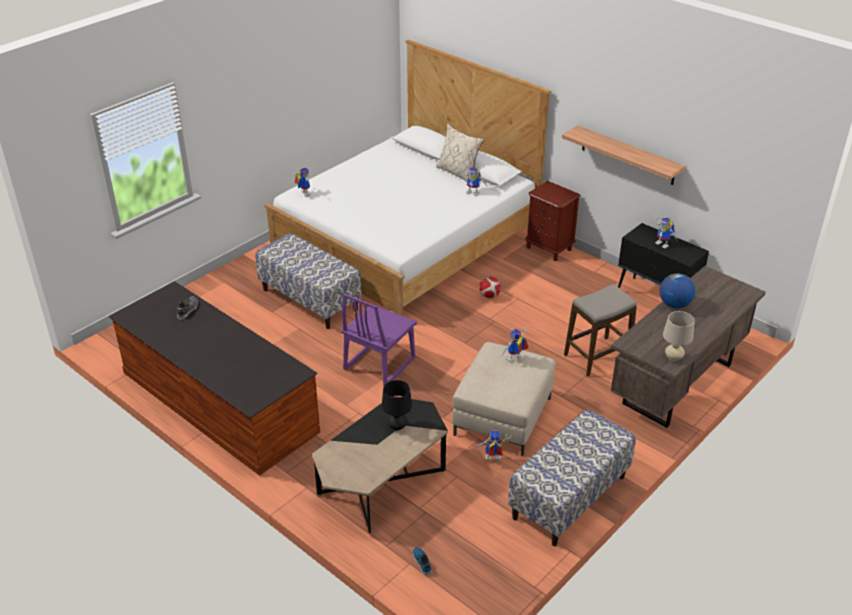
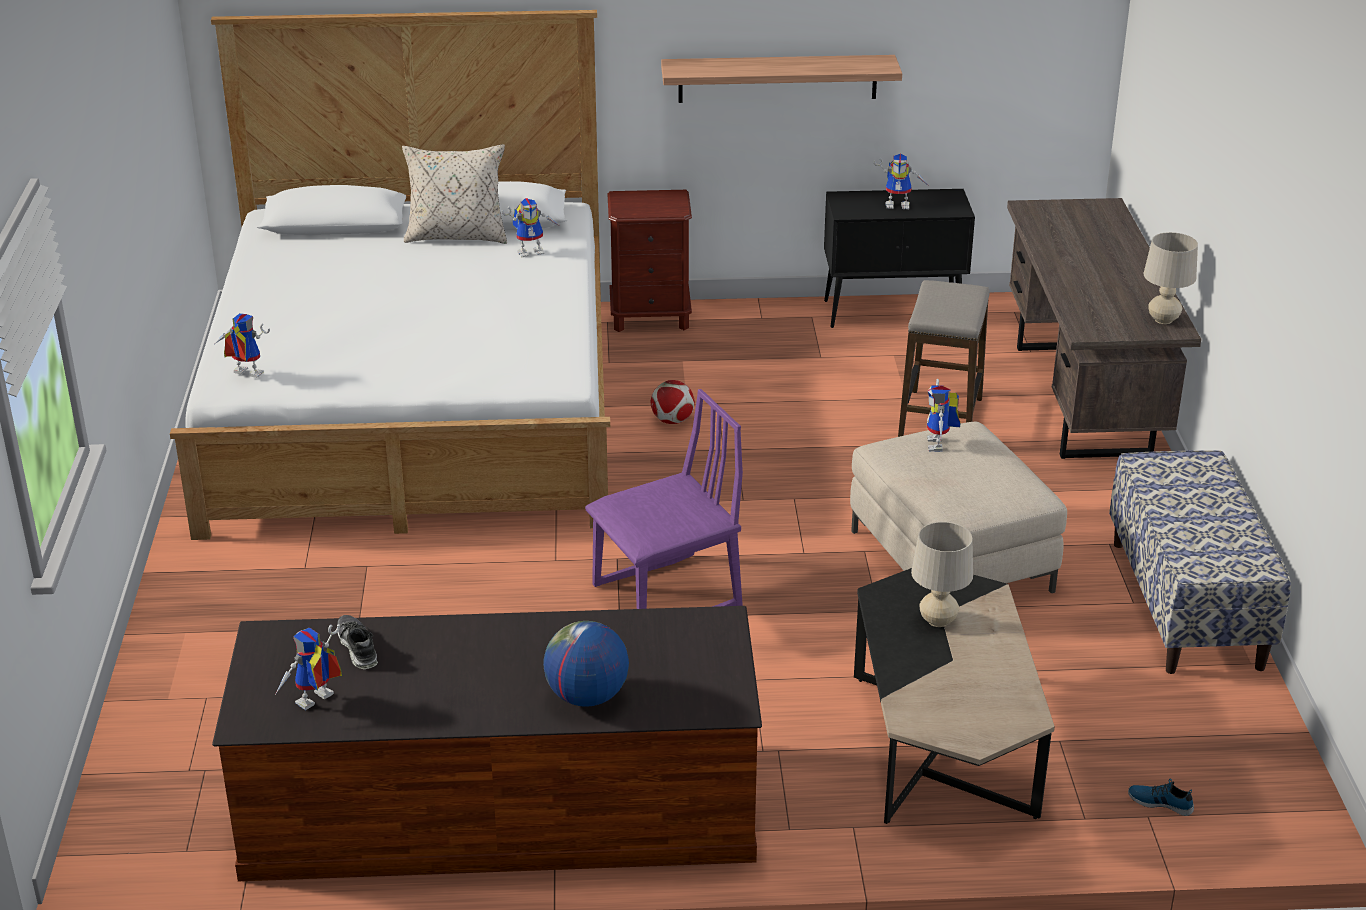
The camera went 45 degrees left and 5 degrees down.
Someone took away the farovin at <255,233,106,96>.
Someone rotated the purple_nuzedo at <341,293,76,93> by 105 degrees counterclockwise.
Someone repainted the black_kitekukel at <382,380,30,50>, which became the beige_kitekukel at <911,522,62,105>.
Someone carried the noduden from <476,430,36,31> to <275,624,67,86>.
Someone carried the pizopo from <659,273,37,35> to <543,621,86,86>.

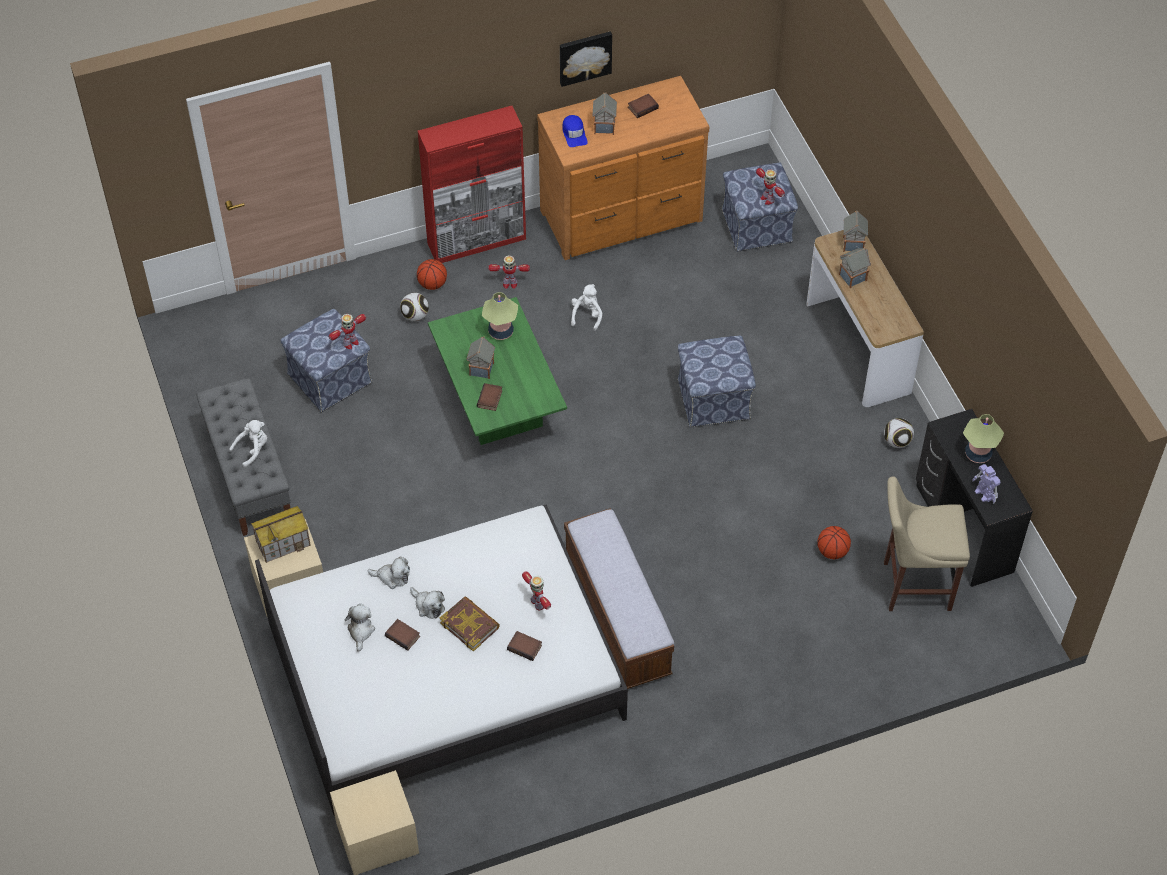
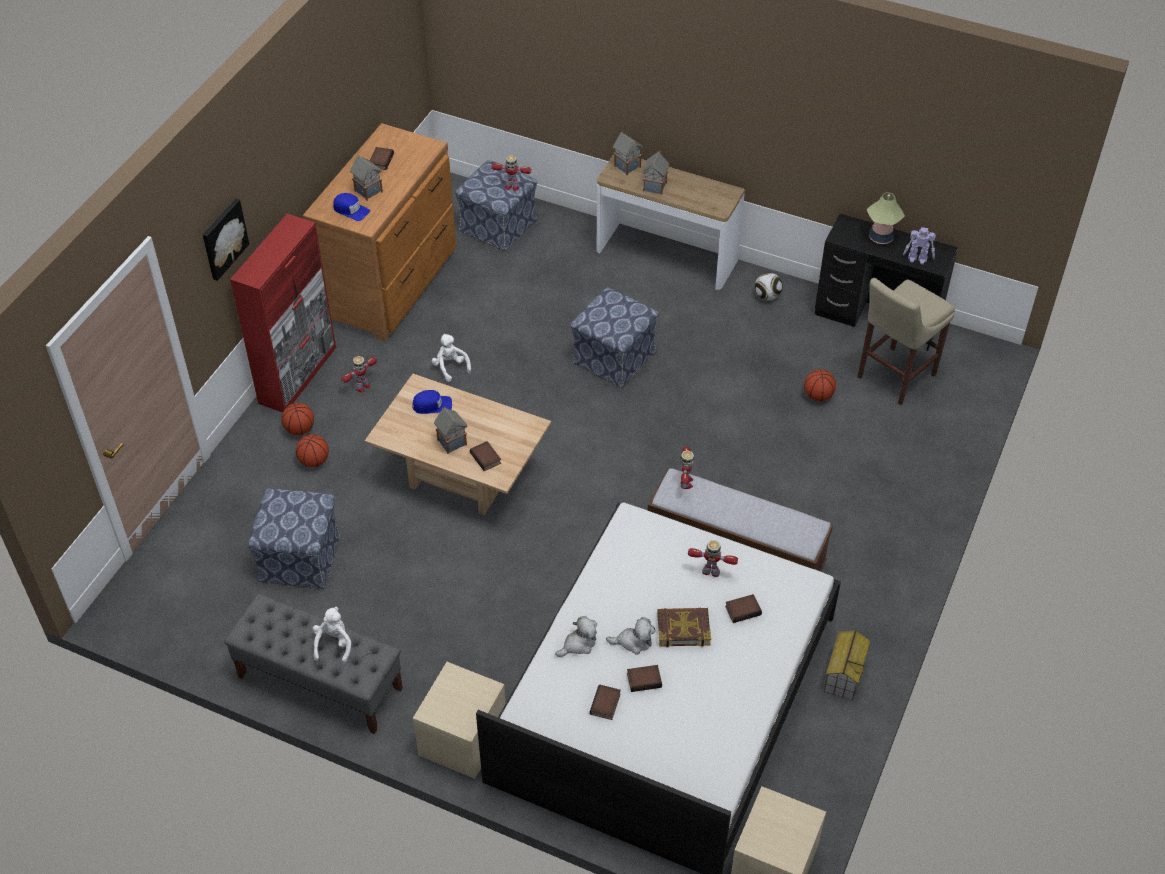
The camera went 45 degrees left and 5 degrees down.
Someone carried the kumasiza from <251,506,60,57> to <824,629,46,71>.
Someone carried the noduden from <329,314,37,35> to <680,446,14,43>.
Someone swapped the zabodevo at <345,604,30,47> for the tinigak at <590,684,31,36>.
Someone swapped the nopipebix at <400,293,29,28> for the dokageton at <296,434,33,33>.
Someone repainted the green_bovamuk at <428,297,139,148>, which became the beige_bovamuk at <365,374,186,141>.
Someone swapped the kitekukel at <482,292,36,48> for the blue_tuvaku at <412,390,40,24>.
Someone carried the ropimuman from <560,31,52,56> to <203,199,46,82>.

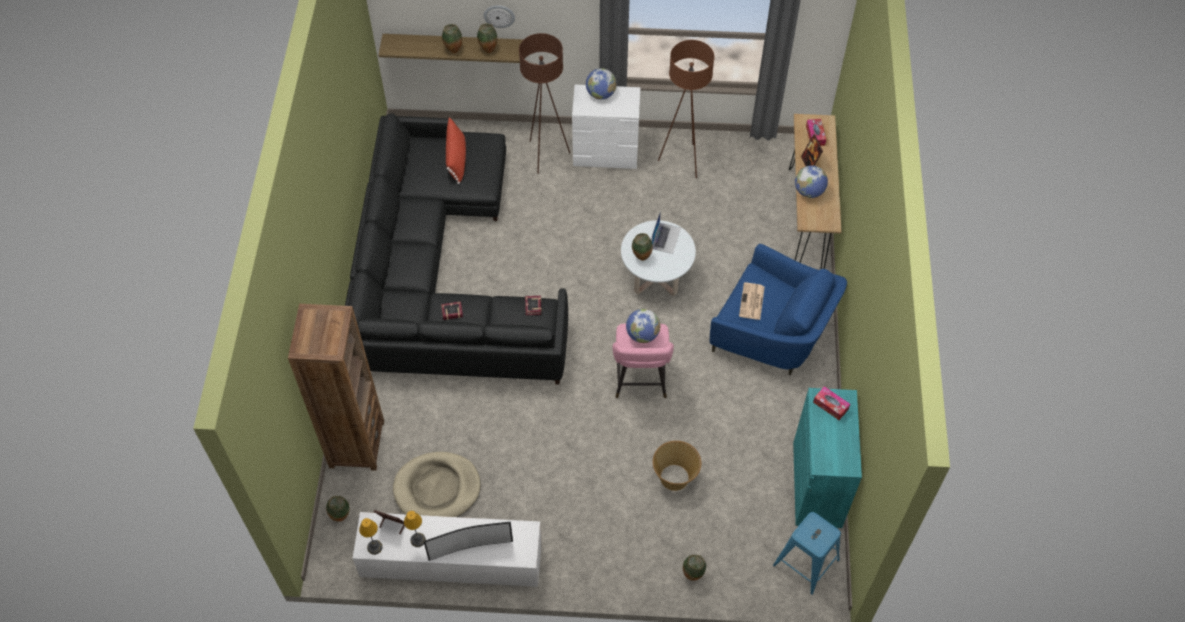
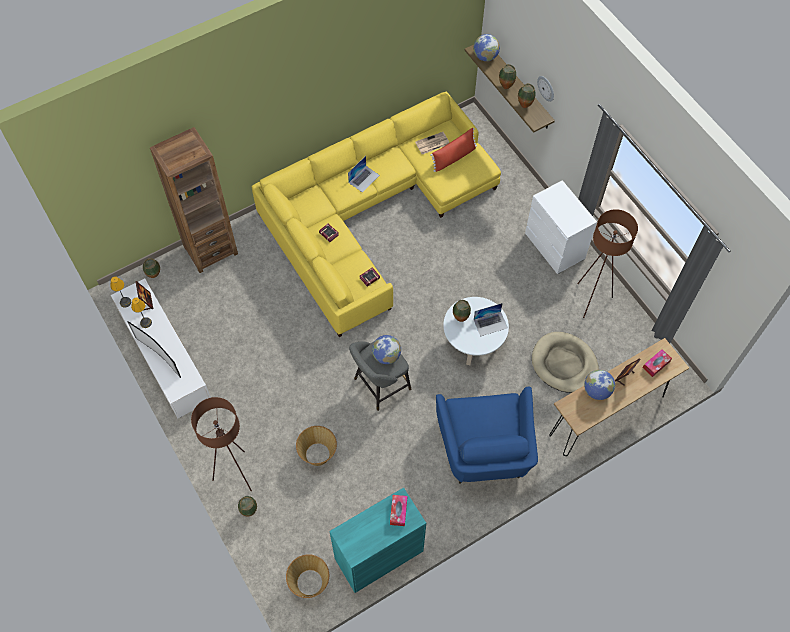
The camera went 55 degrees right and 5 degrees up.
Someone repainted the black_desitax at <345,113,223,272>, which became the yellow_desitax at <252,92,249,245>.
Someone carried the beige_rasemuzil from <393,452,88,65> to <532,332,67,61>.
Someone carried the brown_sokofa from <519,33,51,141> to <191,397,61,94>.
Someone carried the pizopo from <586,68,31,32> to <473,34,27,27>.
Someone repainted the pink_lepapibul at <612,323,62,75>, which became the grey_lepapibul at <349,341,62,70>.
Someone carried the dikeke from <739,282,26,38> to <415,132,34,22>.
Someone swapped the blue_lepapibul at <773,512,68,83> for the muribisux at <286,554,43,44>.
Someone put down the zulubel at <348,156,32,37>.

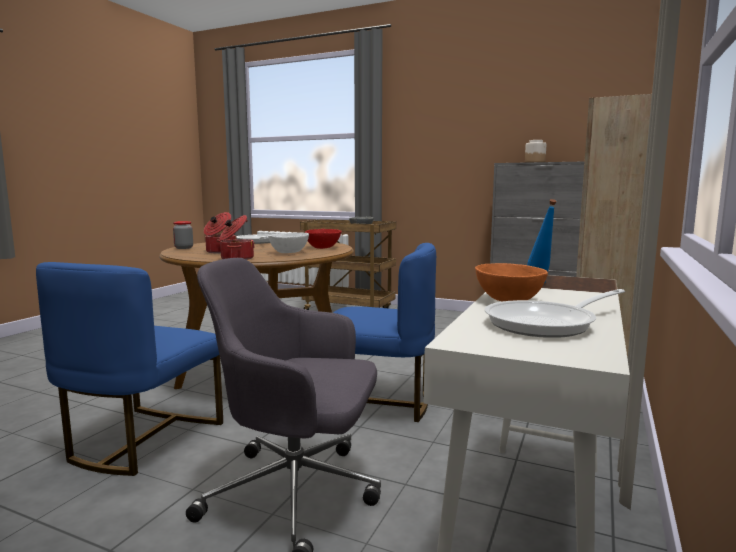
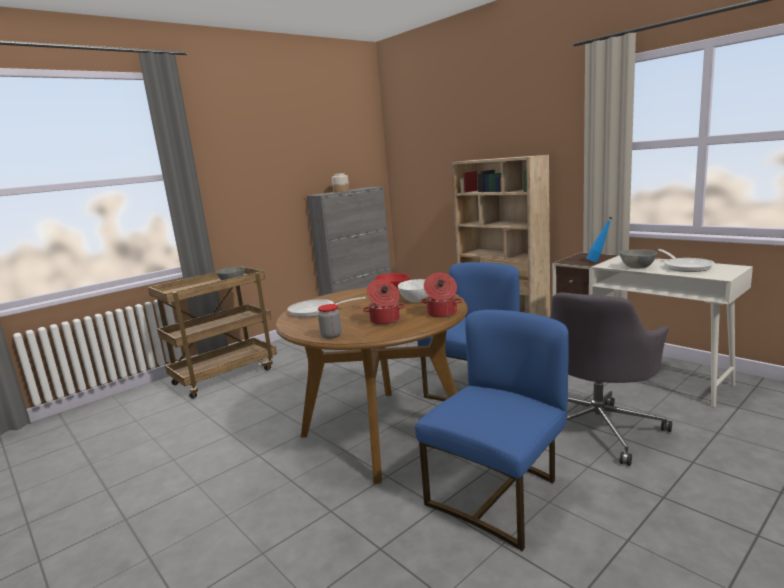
The camera went 65 degrees left and 5 degrees up.
Someone rotated the blue_nuzedo at <36,262,187,214> by 90 degrees counterclockwise.
Someone repainted the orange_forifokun at <475,263,73,38>, which became the grey_forifokun at <620,249,37,19>.

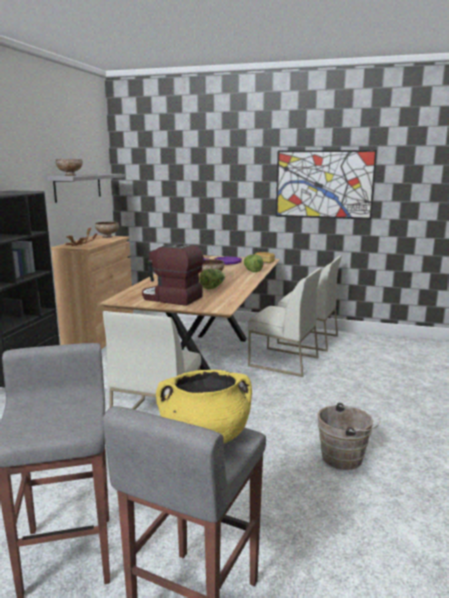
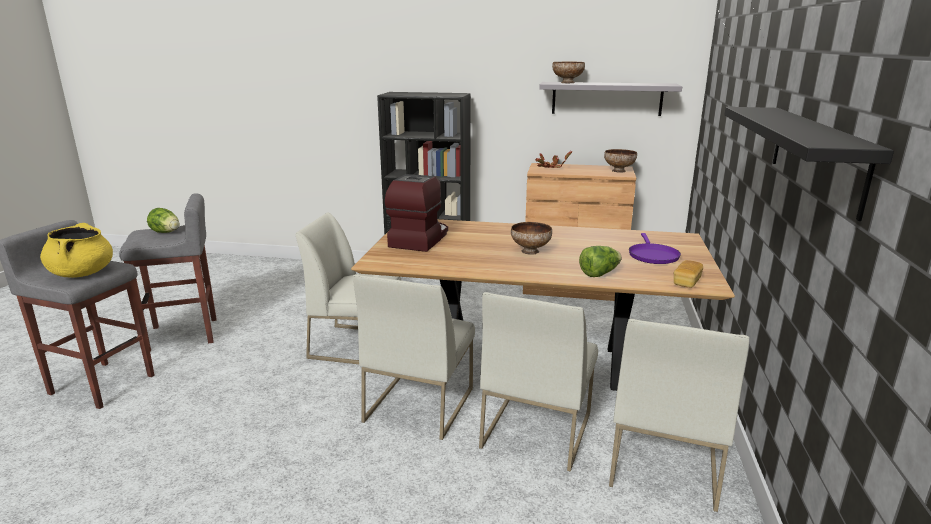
The camera went 85 degrees right and 5 degrees up.
Someone carried the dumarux from <199,269,26,20> to <147,208,32,25>.
Someone swapped the ropimuman at <276,150,101,69> for the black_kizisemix at <724,107,170,114>.
Someone took away the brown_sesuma at <318,403,62,67>.
Someone put down the white_nuzedo at <353,275,122,165>.

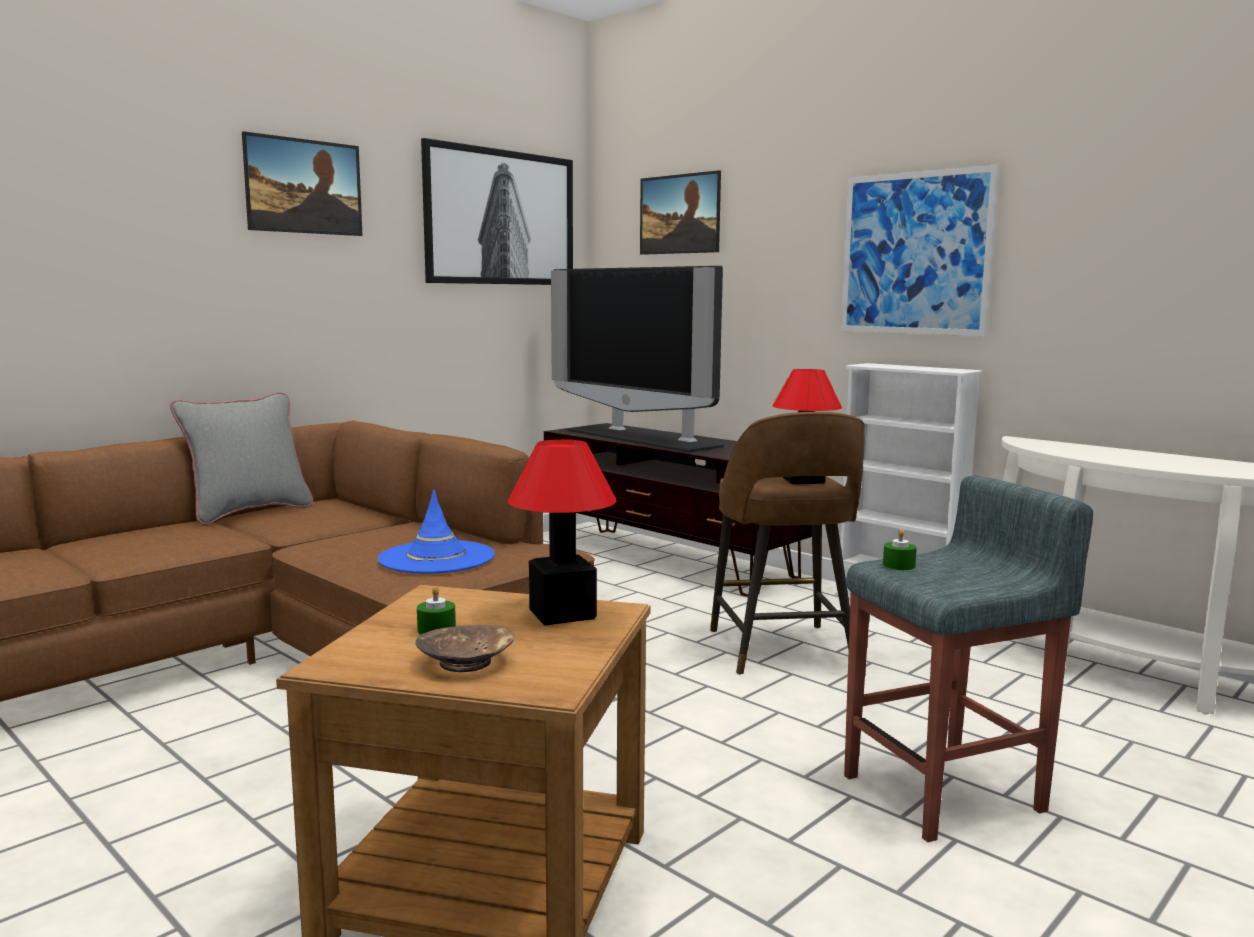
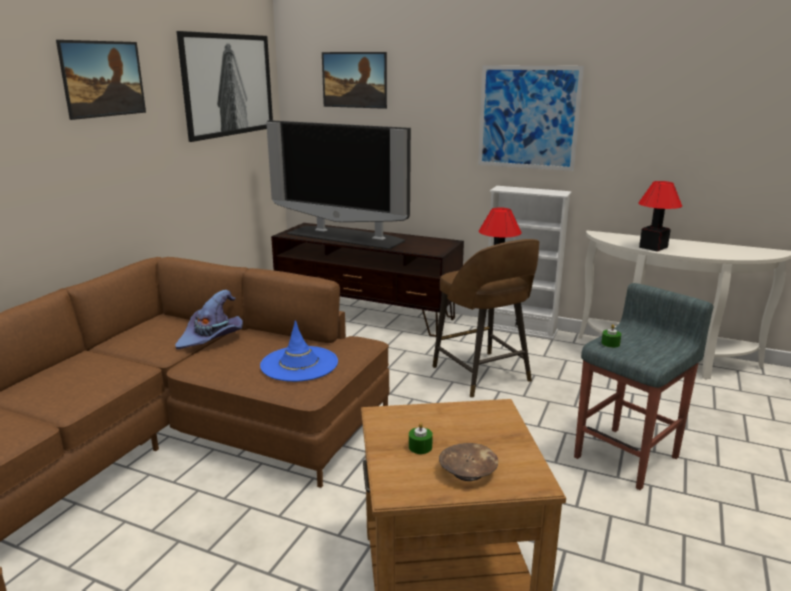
The camera went 20 degrees left and 10 degrees up.
Someone took away the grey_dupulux at <170,392,143,133>.
Someone carried the kitekukel from <508,439,109,187> to <638,181,44,71>.
Someone put down the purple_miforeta at <175,290,68,59>.

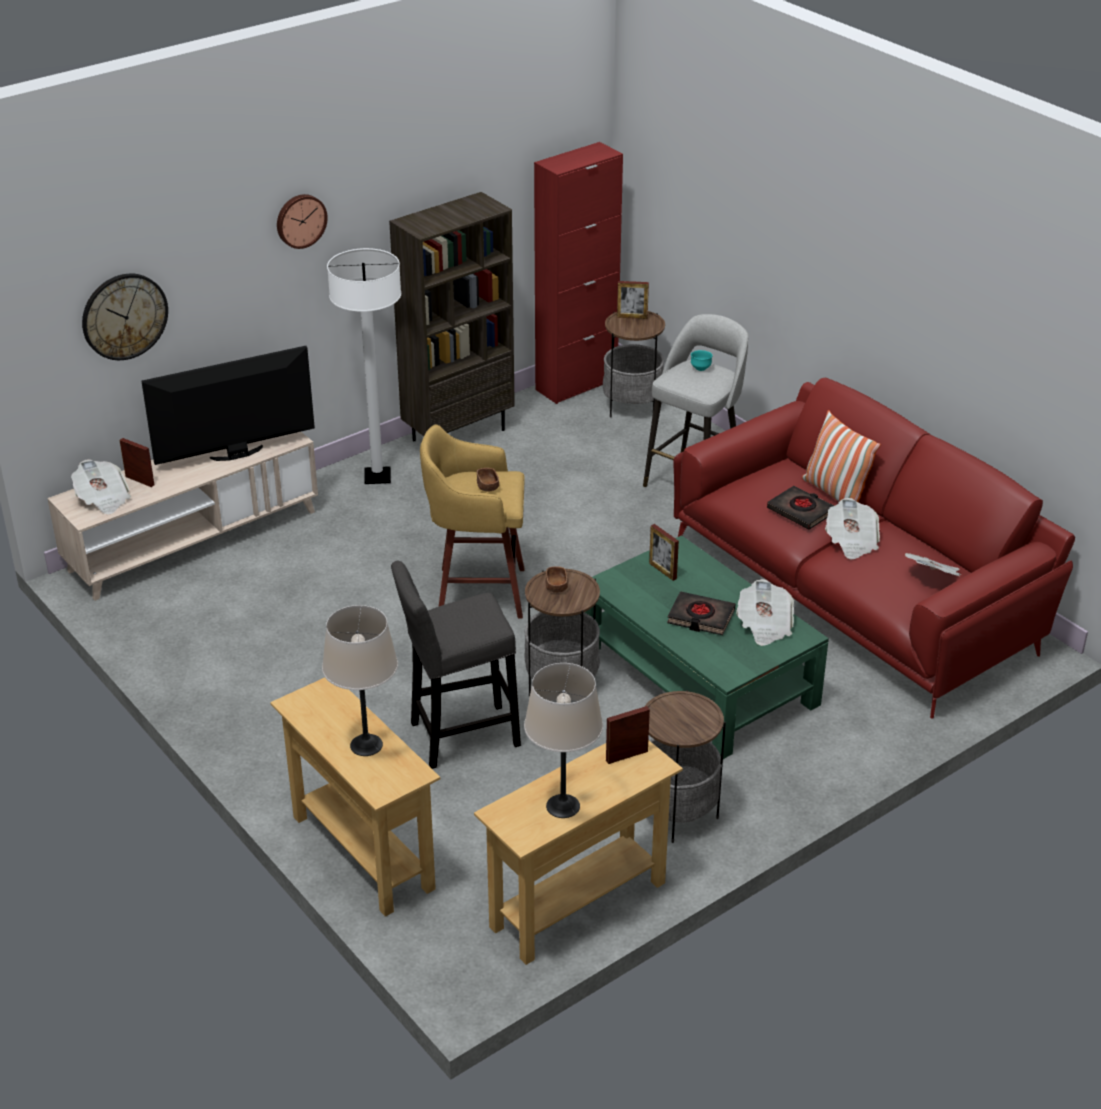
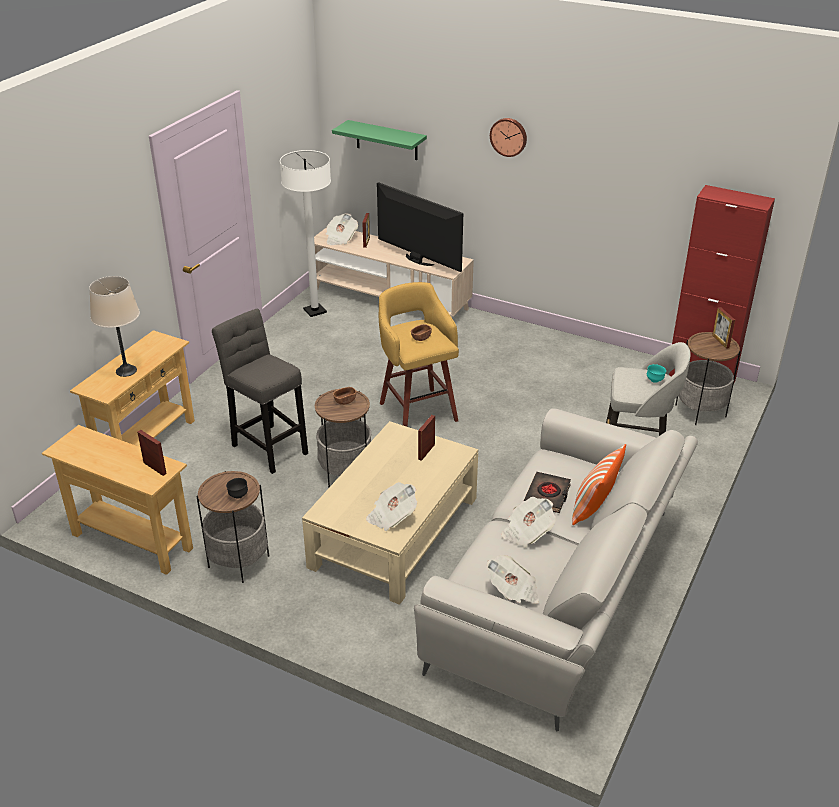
The camera went 65 degrees right and 0 degrees up.
Someone swapped the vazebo at <82,274,86,86> for the green_kizisemix at <332,120,95,40>.
Someone carried the white_sokofa from <327,248,74,236> to <280,150,51,167>.
Someone took away the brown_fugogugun at <389,192,126,249>.
Someone took away the beige_kitekukel at <524,663,79,155>.
Someone repainted the green_bovamuk at <584,535,245,224>, which became the beige_bovamuk at <302,421,176,184>.
Someone took away the black_tinigak at <667,591,69,44>.
Someone repainted the red_desitax at <673,378,402,341>, which became the grey_desitax at <414,408,284,324>.
Someone put down the black_forifokun at <226,478,22,21>.

